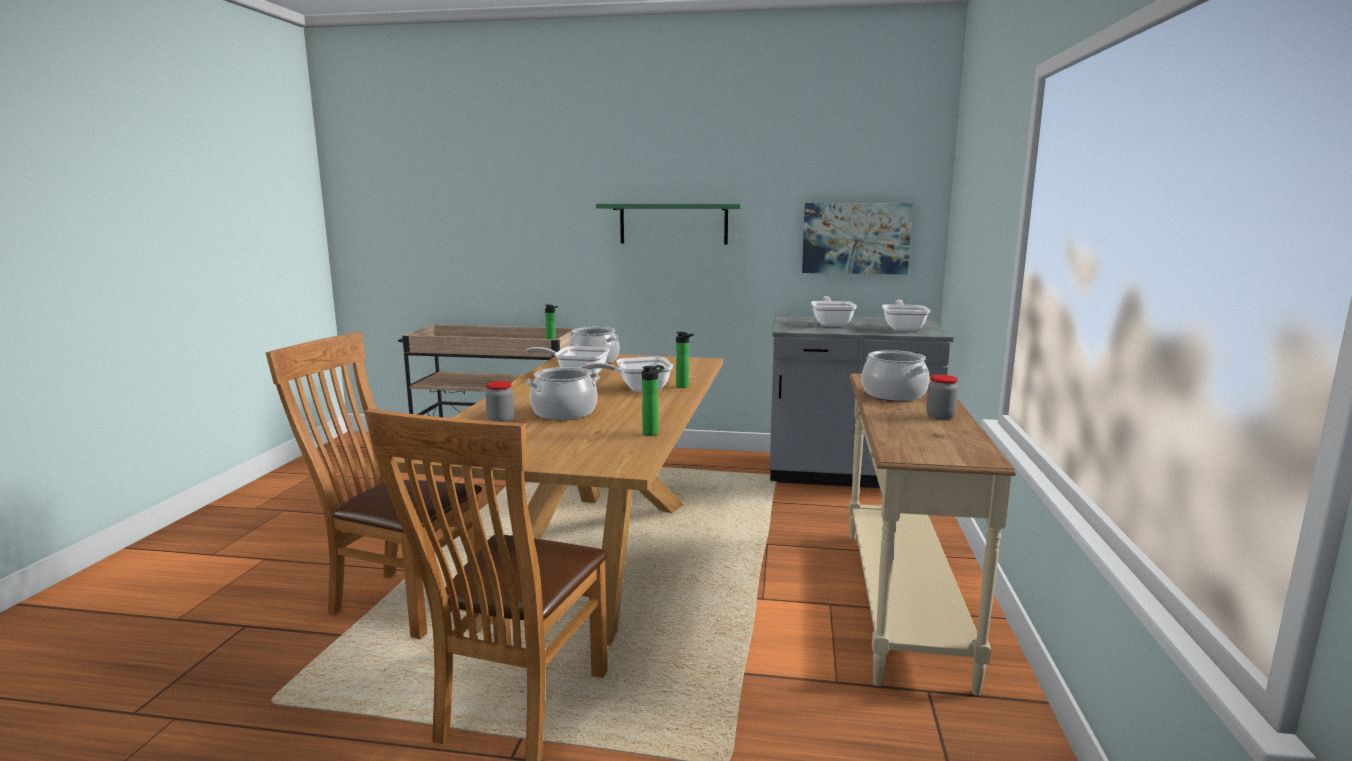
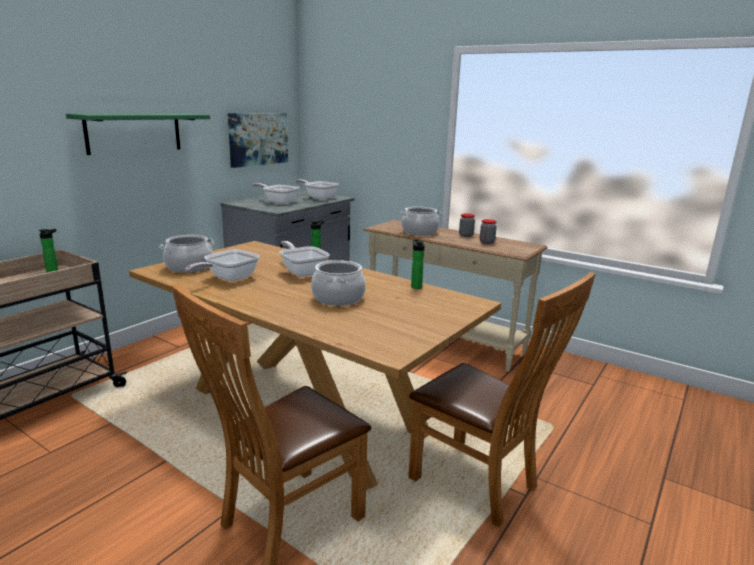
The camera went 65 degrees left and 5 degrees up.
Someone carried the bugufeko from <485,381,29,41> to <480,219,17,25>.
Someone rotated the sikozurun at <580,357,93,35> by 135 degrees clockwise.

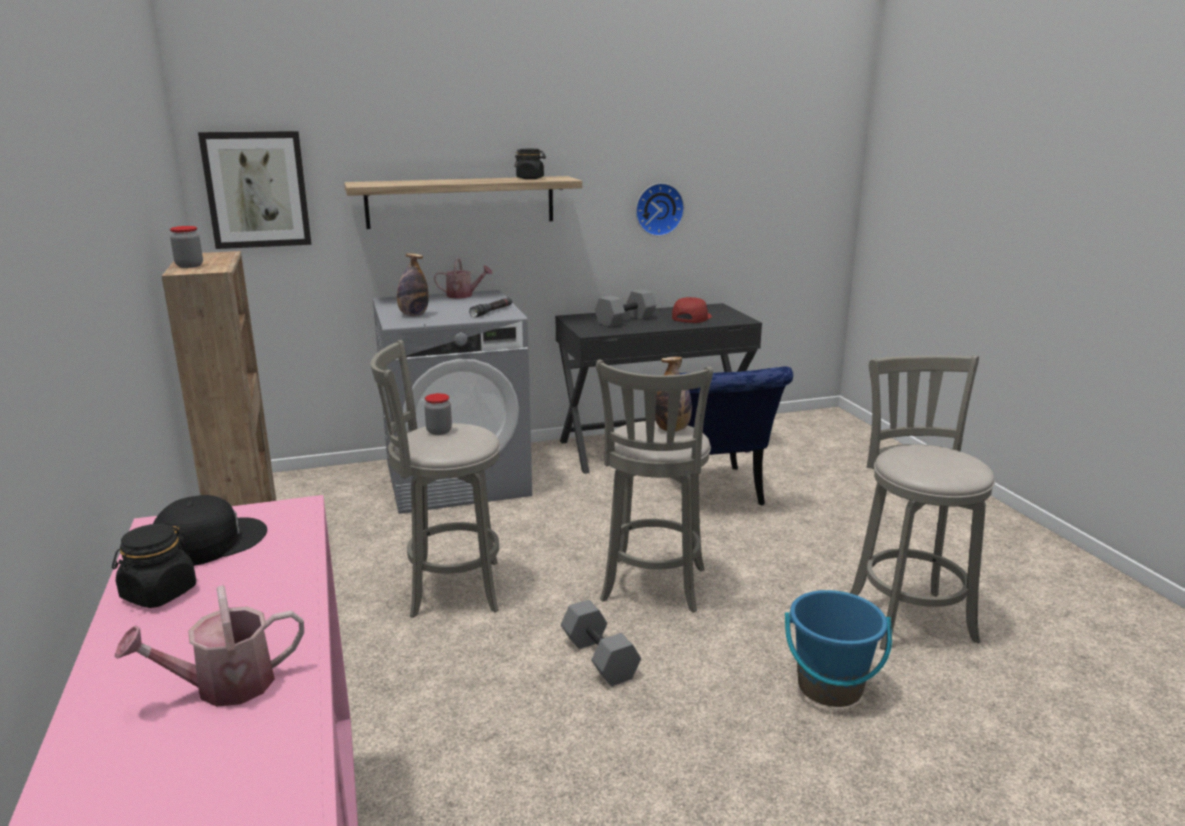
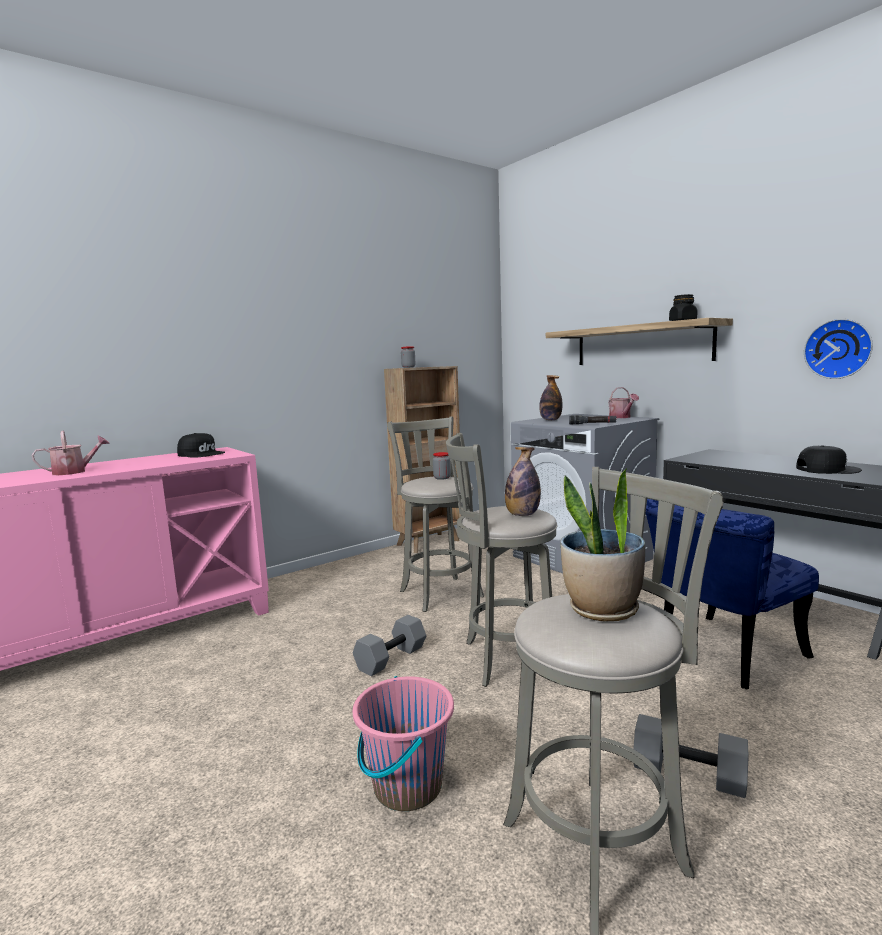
The camera went 70 degrees right and 10 degrees down.
Someone took away the black_bugufeko at <112,522,84,86>.
Someone rotated the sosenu at <114,585,190,122> by 105 degrees clockwise.
Someone took away the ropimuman at <198,131,113,118>.
Someone carried the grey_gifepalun from <595,289,61,38> to <633,714,116,84>.
Someone repainted the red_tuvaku at <672,297,40,26>, which became the black_tuvaku at <796,445,66,29>.
Someone repainted the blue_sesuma at <785,590,107,117>, which became the pink_sesuma at <353,676,101,135>.
Someone put down the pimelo at <560,468,85,154>.

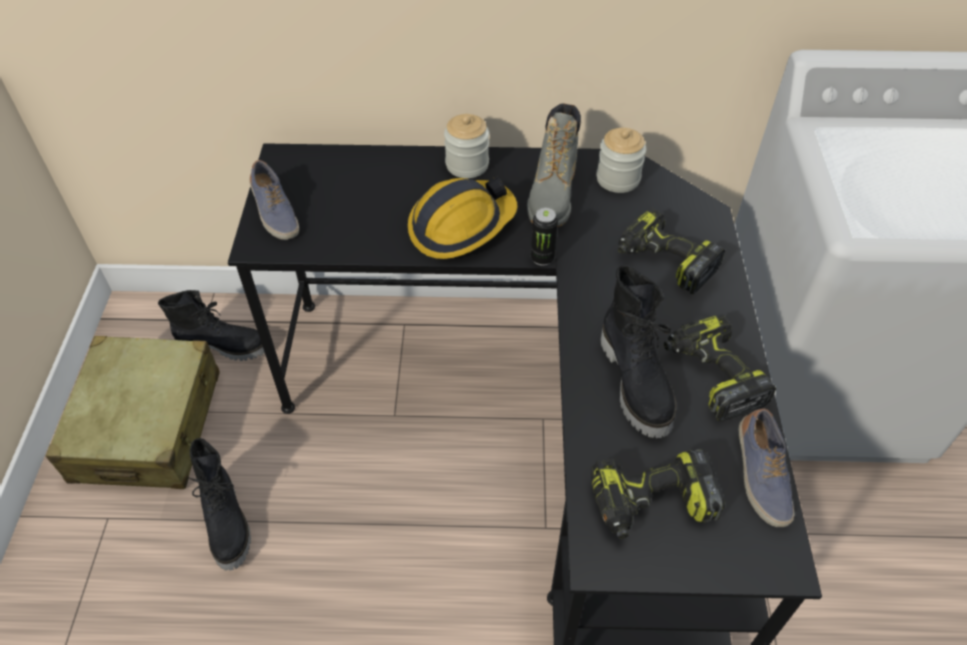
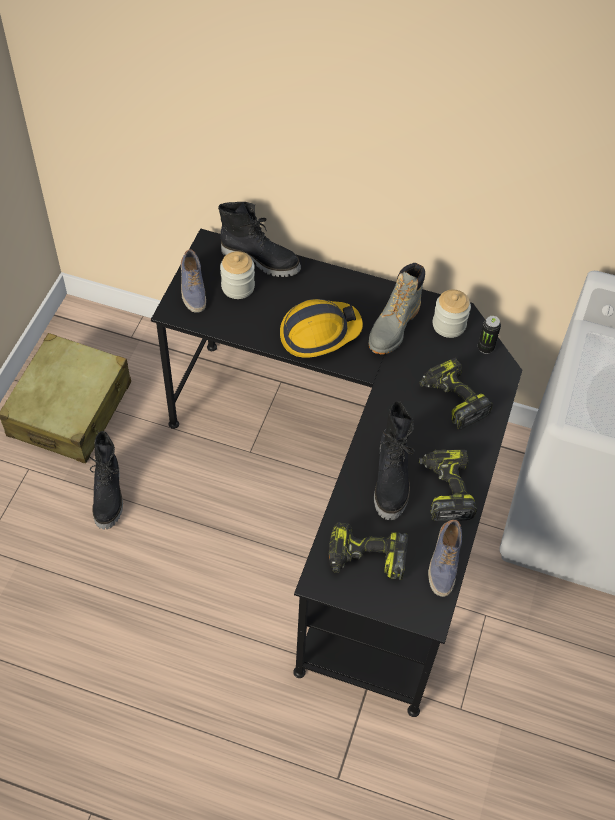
The camera went 15 degrees right and 5 degrees up.
Someone carried the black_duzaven from <158,290,107,71> to <218,202,83,75>.
Someone carried the bugufeko from <444,114,45,64> to <220,251,35,48>.
Someone carried the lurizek from <531,208,27,58> to <478,316,23,38>.

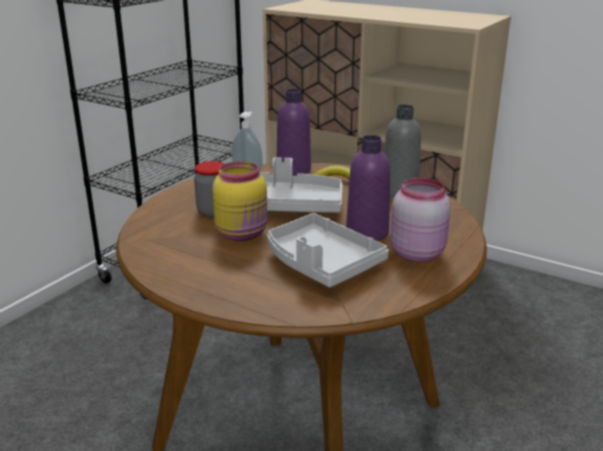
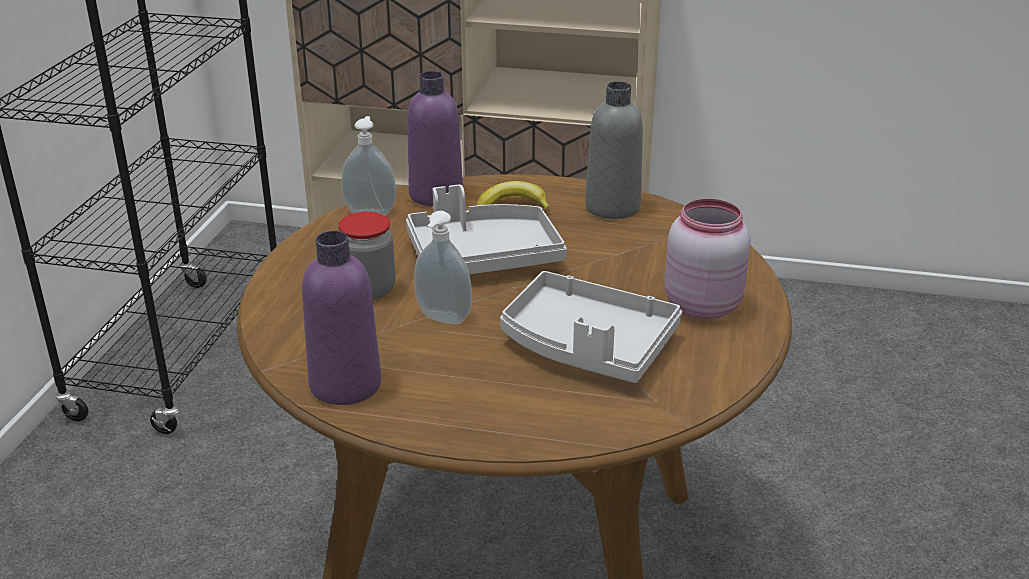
The camera went 20 degrees left and 5 degrees up.
Someone swapped the yellow_bugufeko at <212,161,56,80> for the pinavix at <414,211,58,113>.
Someone carried the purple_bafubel from <346,135,45,106> to <302,231,79,174>.

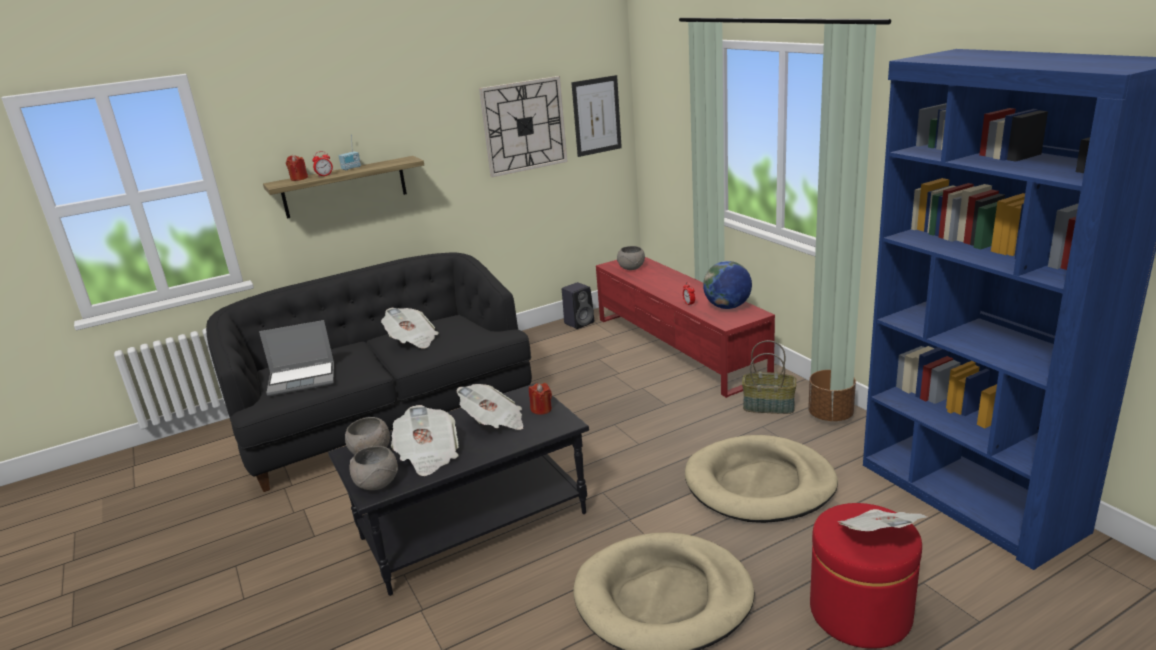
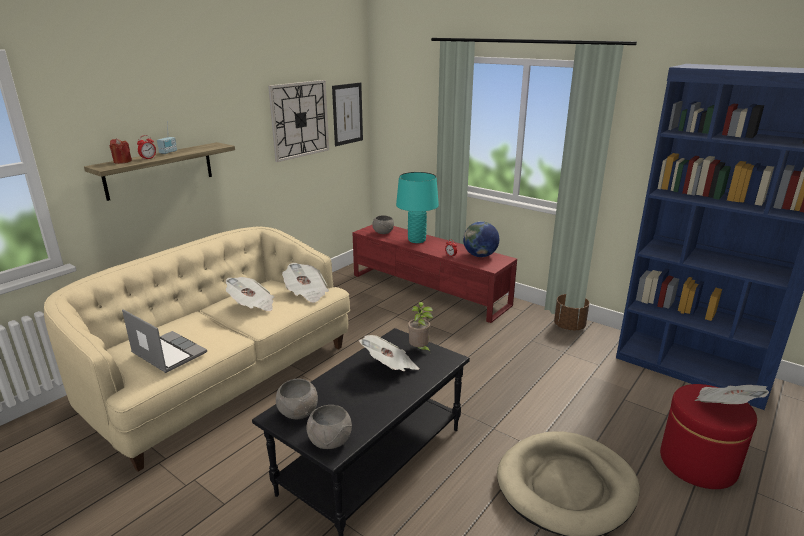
The camera went 25 degrees left and 0 degrees up.
Someone repainted the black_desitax at <206,252,326,240>, which became the beige_desitax at <44,226,306,246>.
Someone rotated the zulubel at <259,320,75,76> by 105 degrees counterclockwise.
Someone carried the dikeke from <391,405,68,71> to <282,263,47,40>.
Someone swapped the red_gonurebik at <529,383,23,32> for the pimelo at <408,302,25,51>.
Someone took away the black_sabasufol at <562,282,32,47>.
Someone took away the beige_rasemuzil at <685,435,153,88>.
Someone took away the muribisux at <742,340,54,74>.
Someone put down the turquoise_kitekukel at <396,172,43,71>.

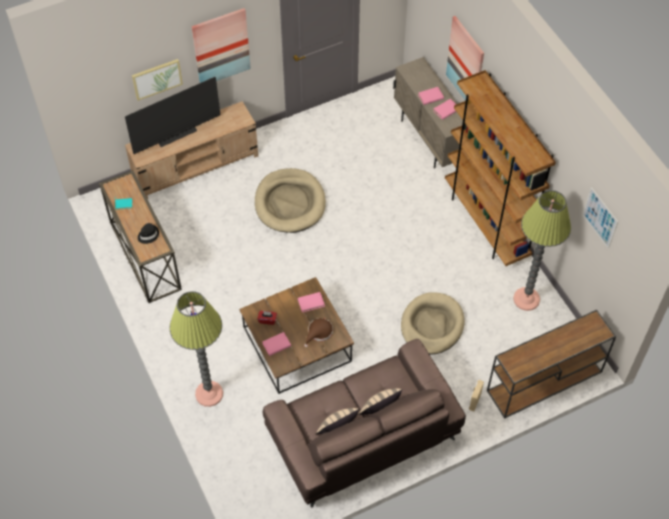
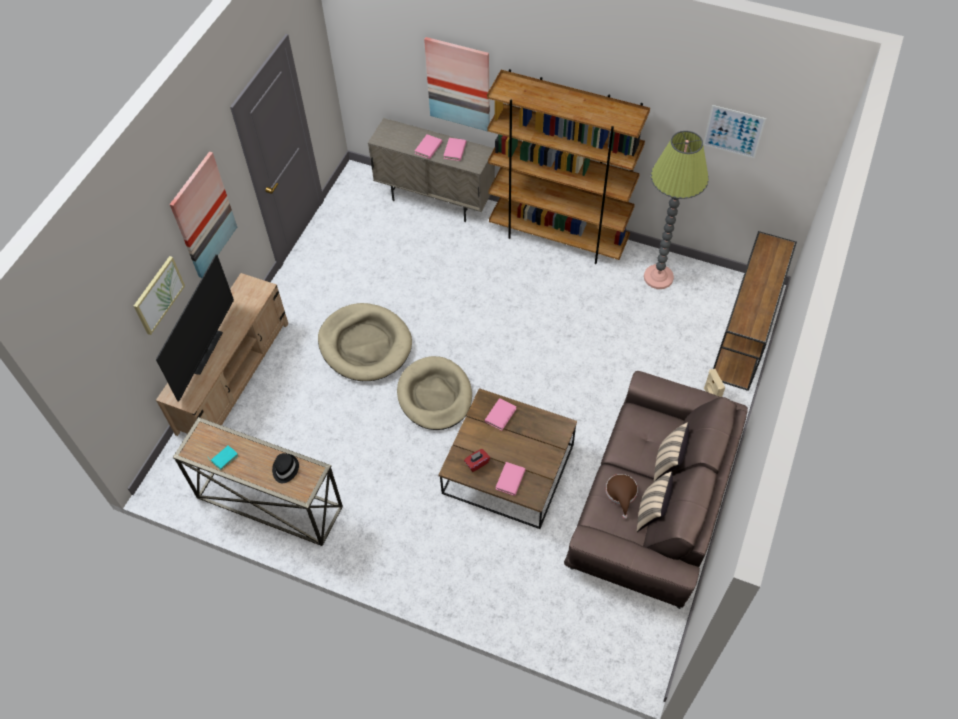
The camera went 40 degrees left and 0 degrees up.
Someone took away the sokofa at <170,291,53,116>.
Someone carried the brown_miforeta from <304,318,29,29> to <606,474,32,45>.
Someone carried the beige_rasemuzil from <401,292,64,63> to <397,356,75,74>.

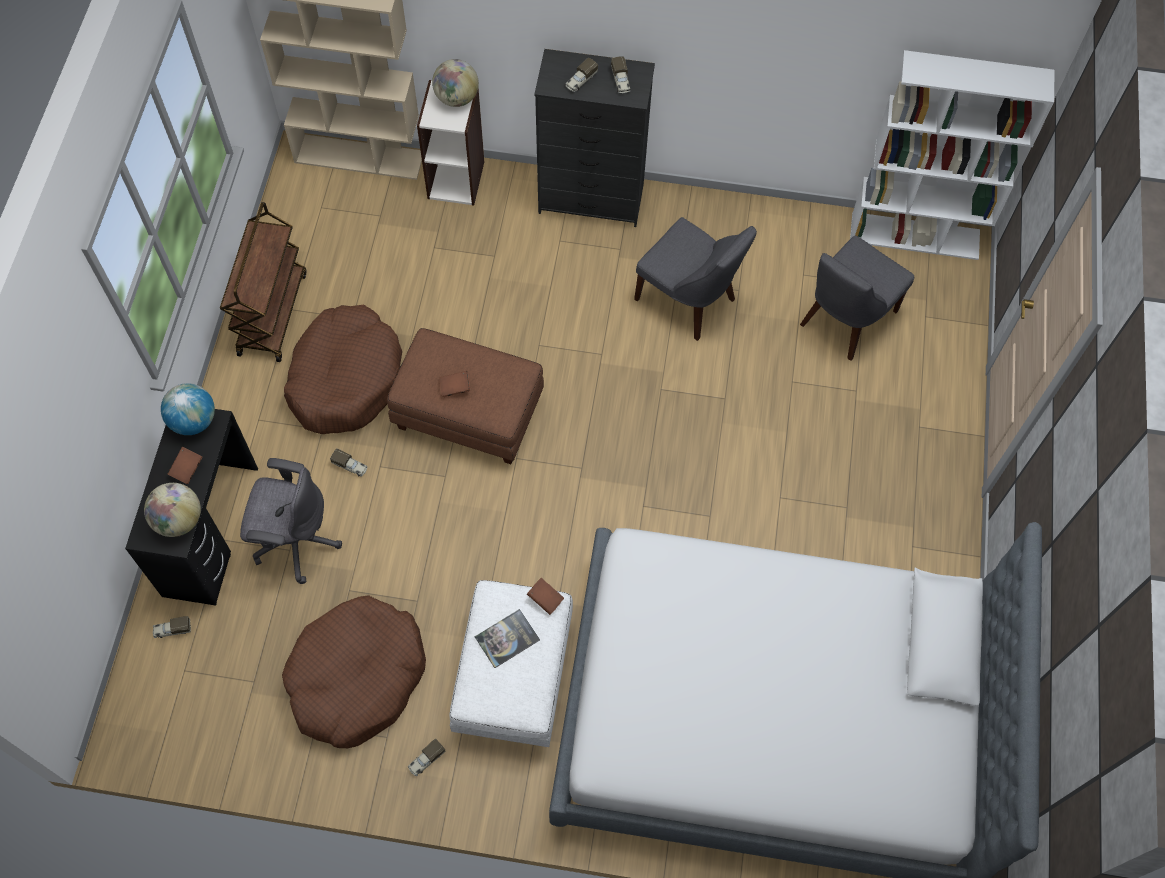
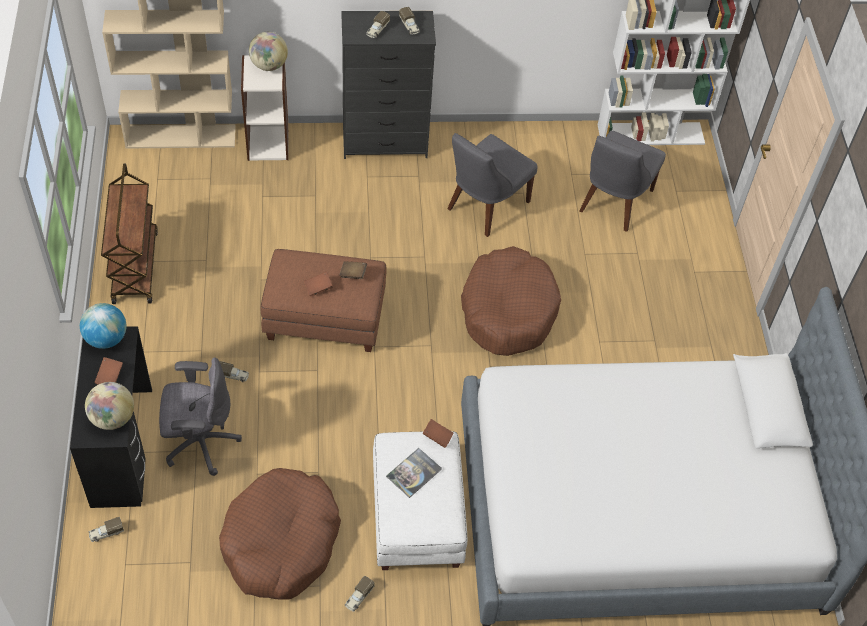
The camera went 15 degrees left and 10 degrees down.
Someone carried the brown_rasemuzil from <284,305,118,129> to <461,246,100,110>.
Someone rotated the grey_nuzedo at <634,217,123,124> by 105 degrees clockwise.
Someone put down the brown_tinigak at <339,261,28,18>.

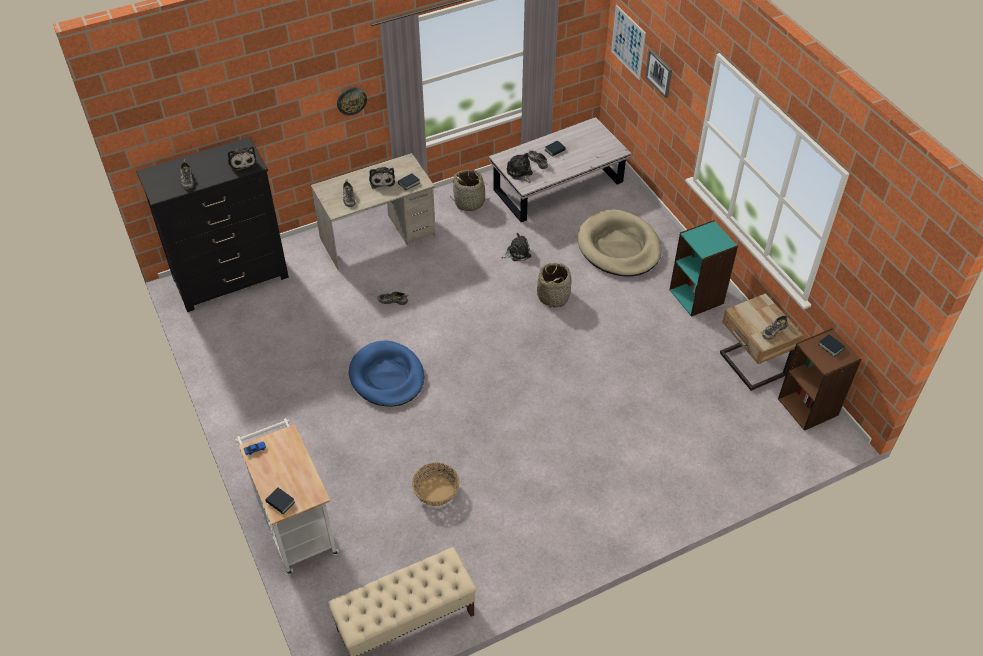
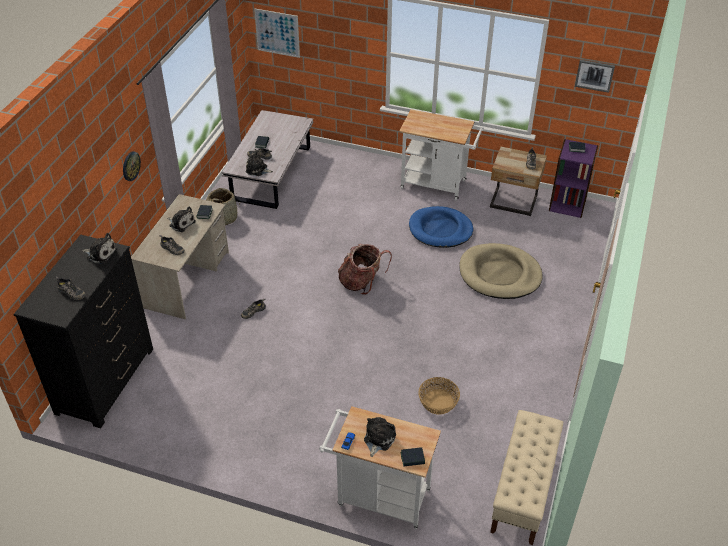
The camera went 45 degrees left and 5 degrees down.
Someone carried the blue_rasemuzil from <349,341,75,66> to <409,206,64,42>.
Someone carried the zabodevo from <501,233,30,28> to <364,417,32,40>.
Someone took away the muribisux at <537,263,35,45>.
Someone carried the beige_rasemuzil from <578,209,83,68> to <460,243,83,56>.
Someone carried the ropimuman from <645,49,27,49> to <575,60,40,33>.
Someone swapped the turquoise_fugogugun at <670,220,68,97> for the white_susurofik at <399,109,85,92>.
Someone repainted the brown_fugogugun at <778,328,84,103>, which became the purple_fugogugun at <549,139,49,79>.
Someone put down the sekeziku at <338,244,54,51>.

